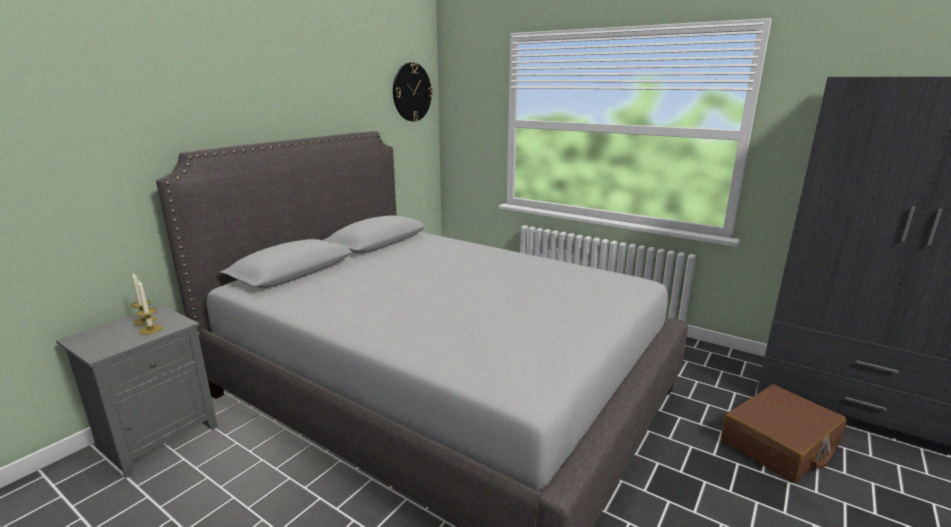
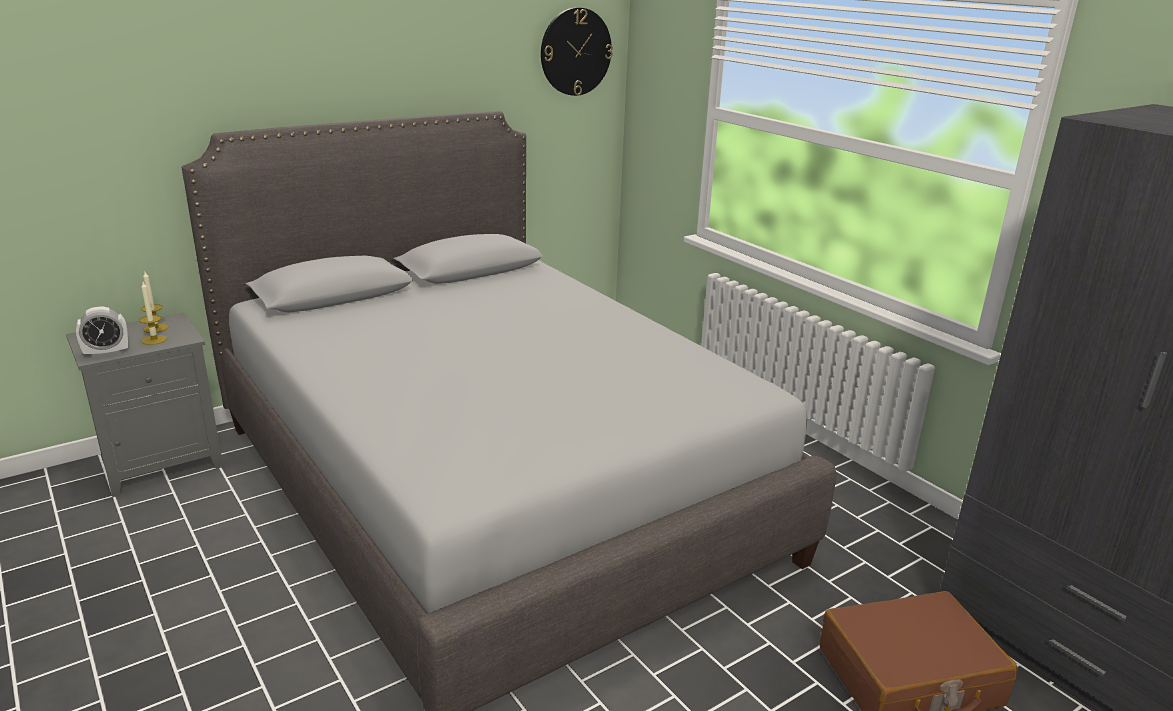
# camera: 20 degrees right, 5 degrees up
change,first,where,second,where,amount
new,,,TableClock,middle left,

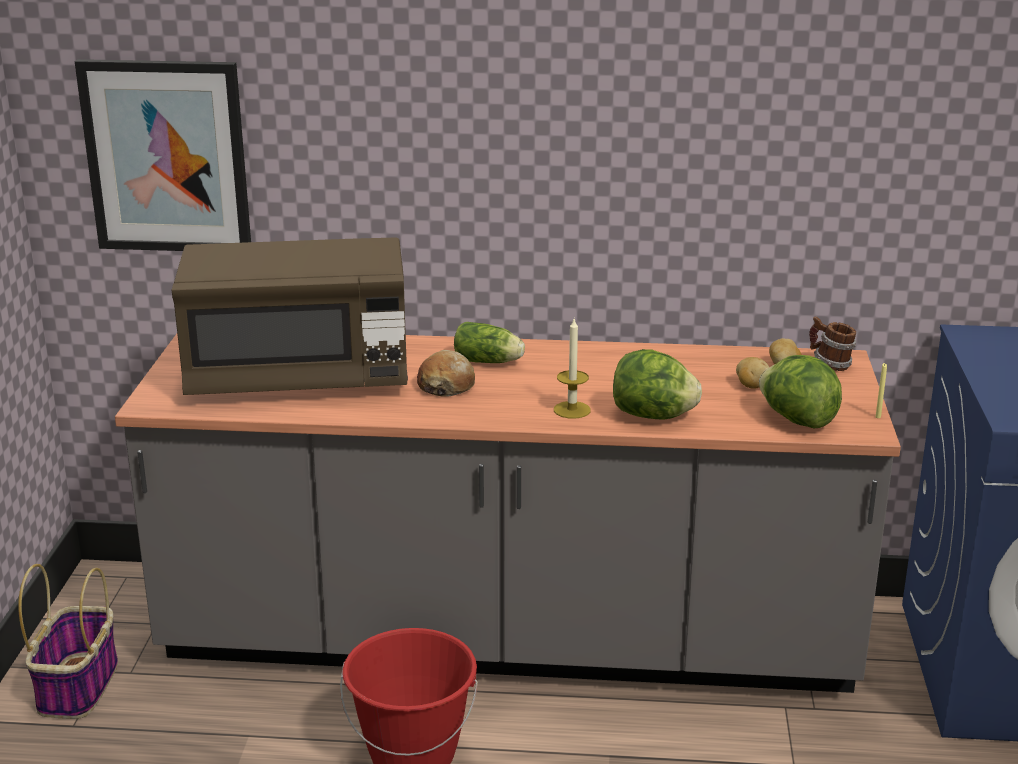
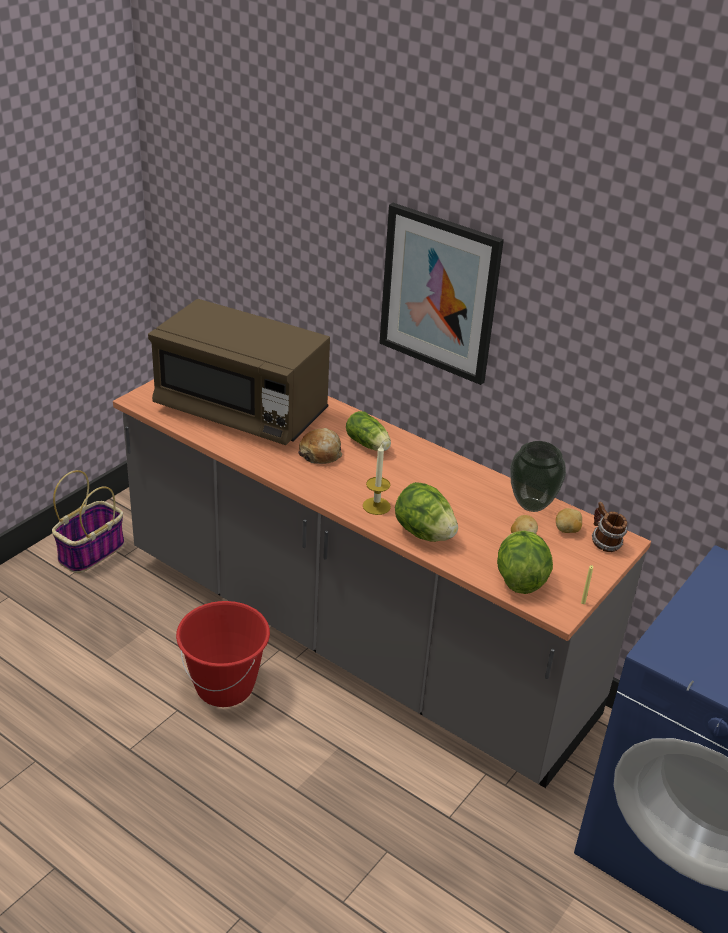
# camera: 30 degrees right, 10 degrees up
change,first,where,second,where,amount
shifted,WallArt,top left,,top centre,
new,,,Vase,middle right,

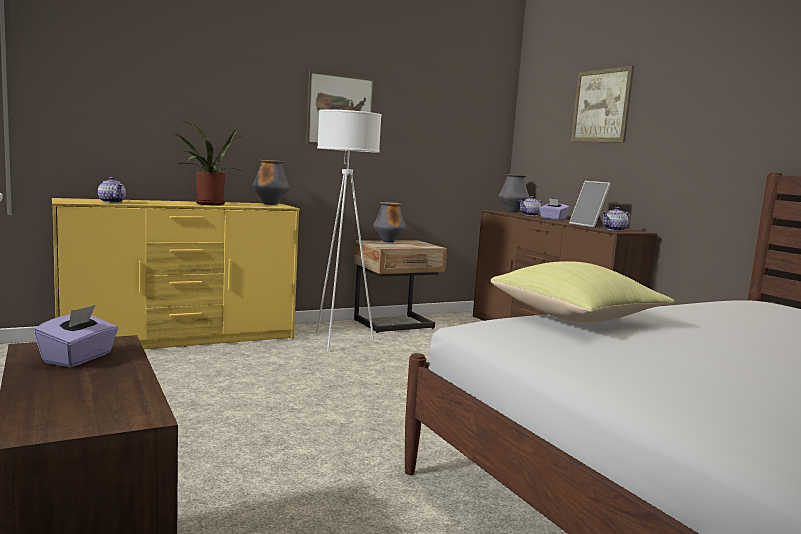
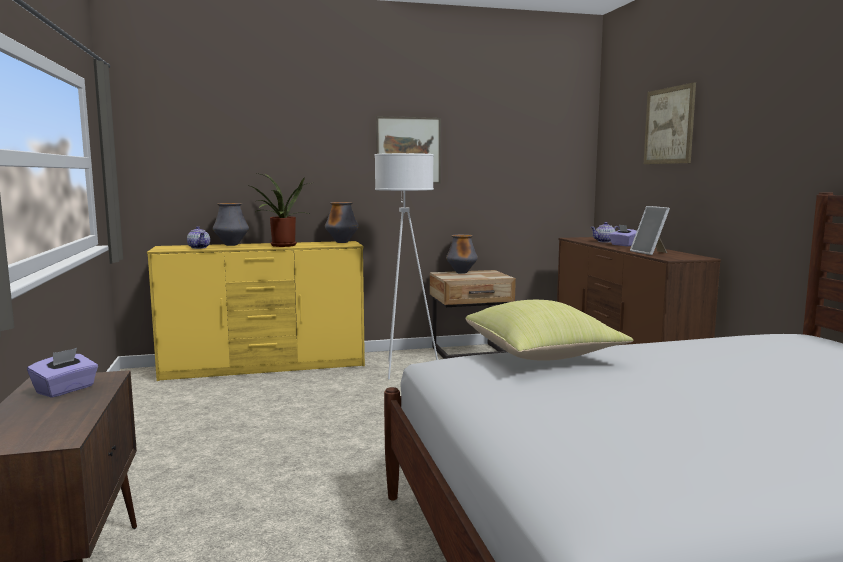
# camera: 15 degrees right, 0 degrees up
change,first,where,second,where,amount
shifted,Vase (no. 3 from left in the first image),centre,Vase (no. 1 from left),middle left,
gone,Teapot (no. 3 from left),middle right,,,

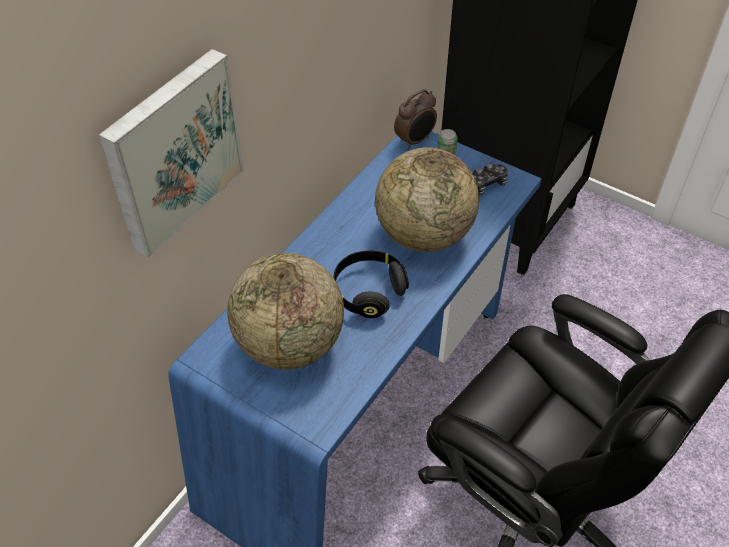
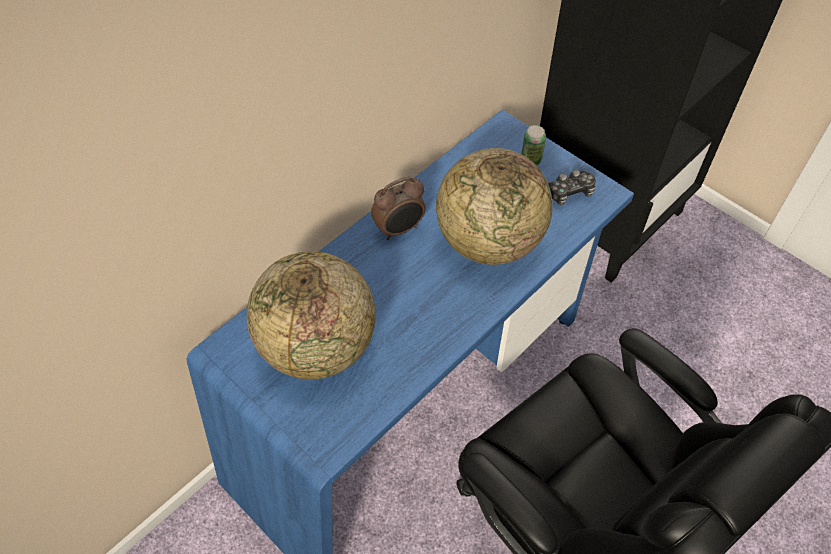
# camera: 10 degrees right, 5 degrees up
change,first,where,second,where,amount
gone,WallArt,top left,,,
shifted,TableClock,top centre,,centre,
gone,BlackishHeadphones,centre,,,

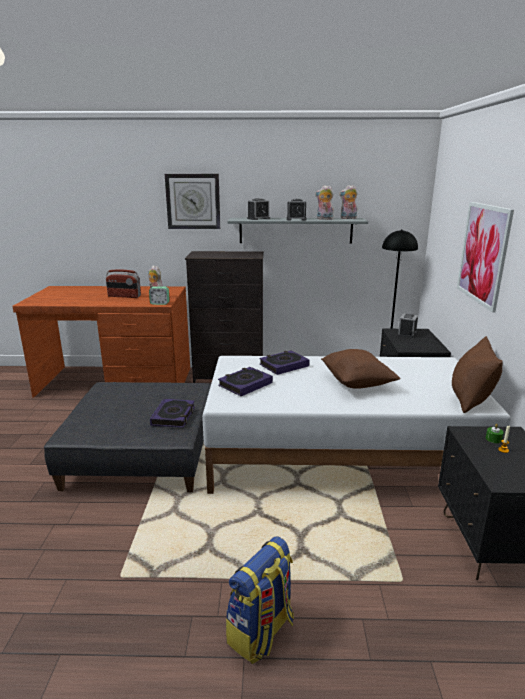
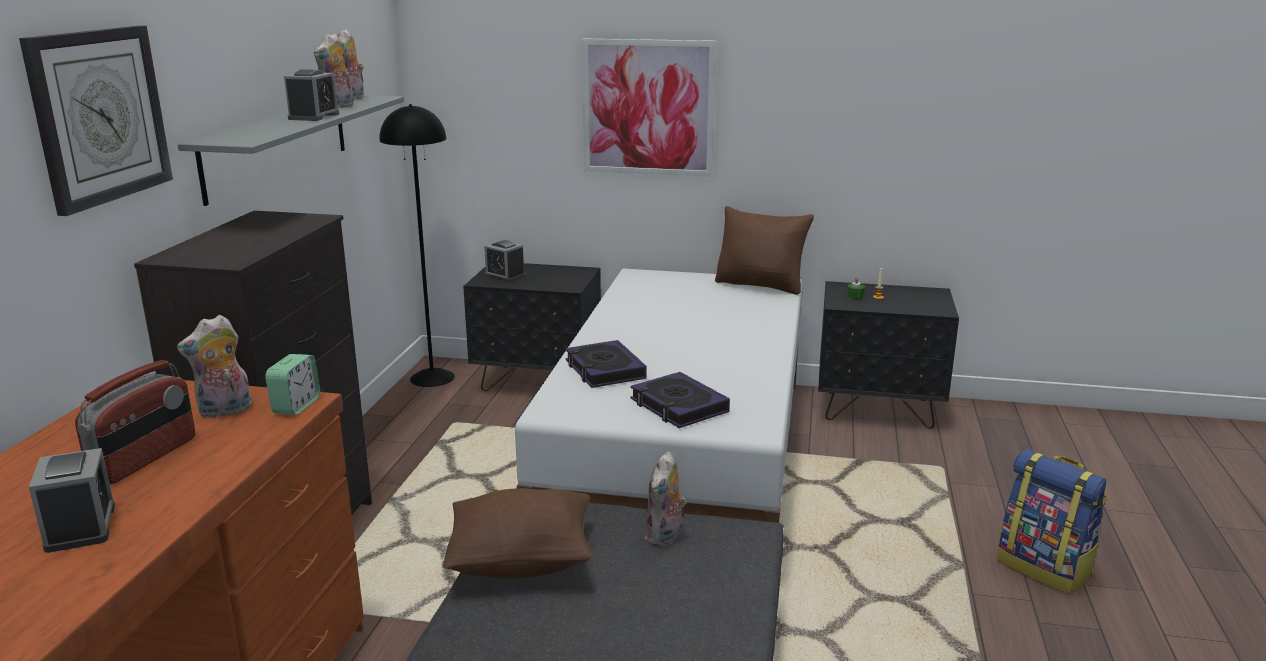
# camera: 80 degrees left, 0 degrees up
change,first,where,second,where,amount
shifted,TableClock (no. 2 from left in the first image),top centre,TableClock (no. 1 from left),bottom left,
shifted,BrownishPillow (no. 1 from left),middle right,,bottom centre,
swapped,Book (no. 1 from left),middle left,SoftToy (no. 4 from left),bottom centre,

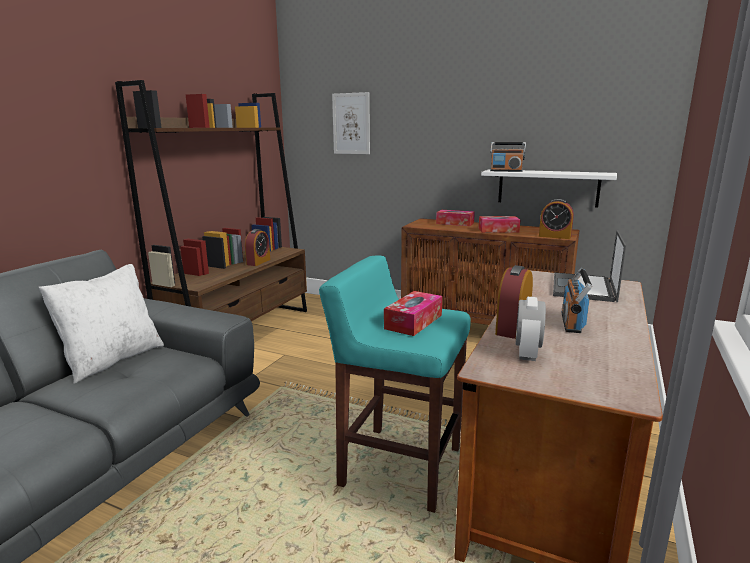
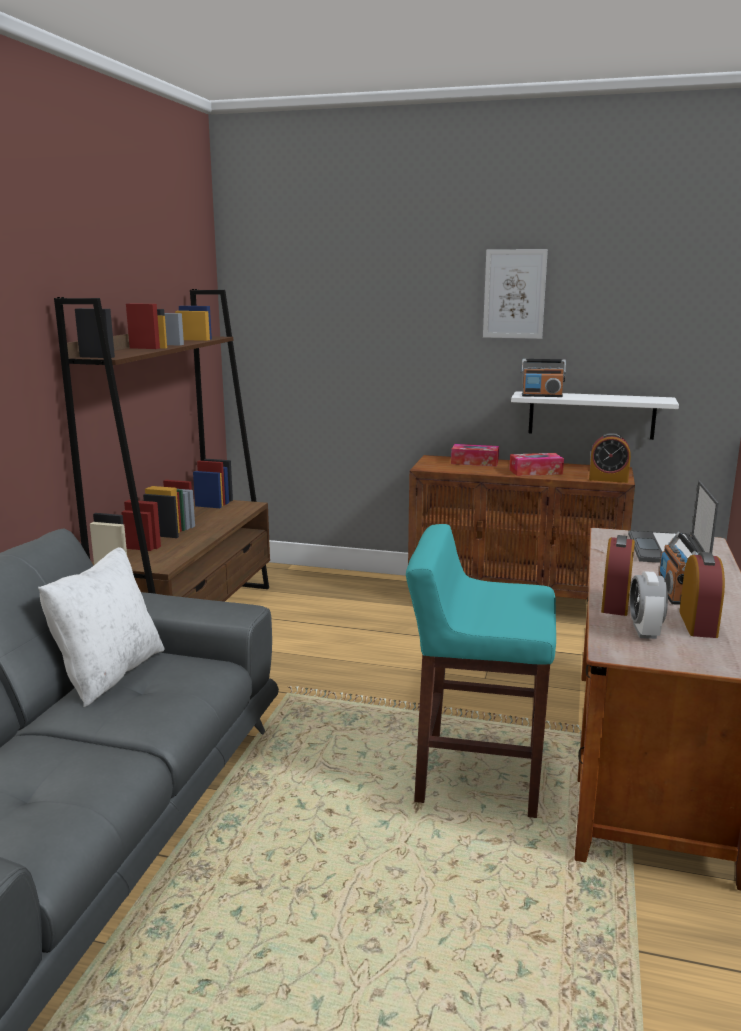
# camera: 10 degrees left, 0 degrees up
change,first,where,second,where,amount
shifted,WallArt,top centre,,top right,
shifted,TableClock (no. 1 from left in the first image),centre,TableClock (no. 4 from left),middle right,
gone,BoxOfTissues (no. 1 from left),centre,,,

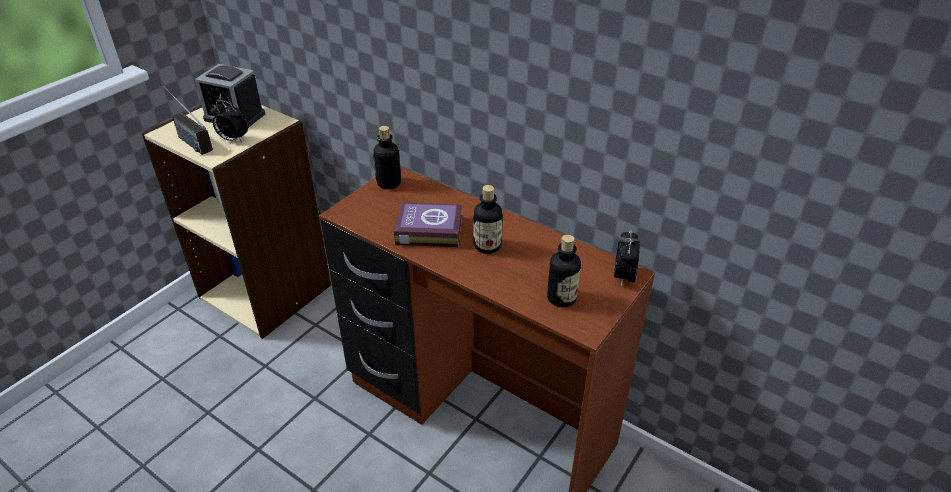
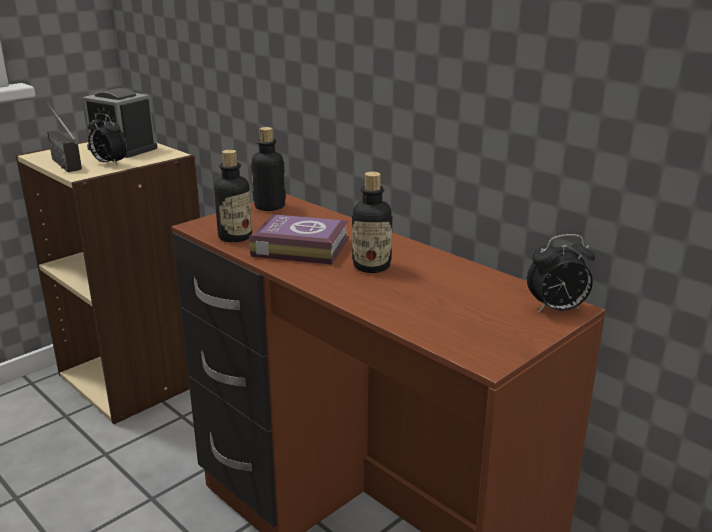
# camera: 10 degrees right, 15 degrees down
change,first,where,second,where,amount
rotated,TableClock (no. 3 from left),centre,,middle right,120 degrees counterclockwise
shifted,Bottle (no. 3 from left in the first image),centre,Bottle (no. 1 from left),middle left,

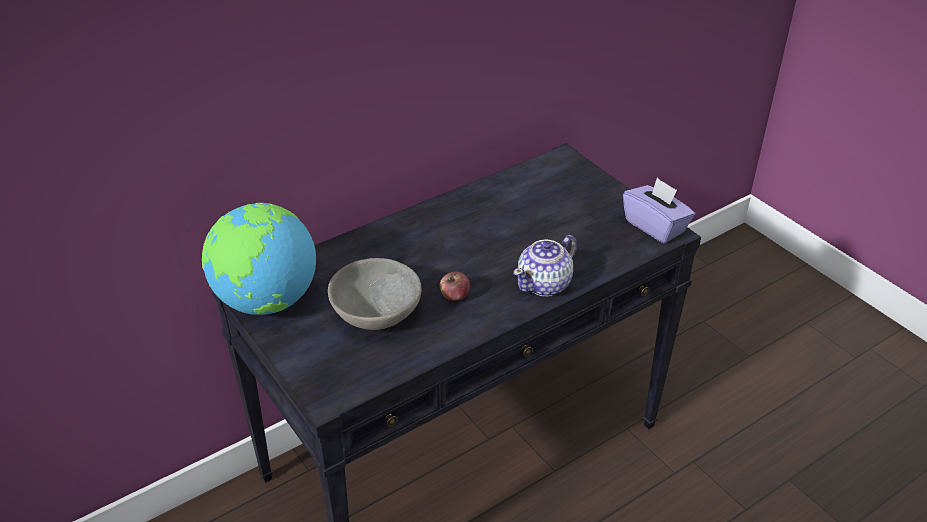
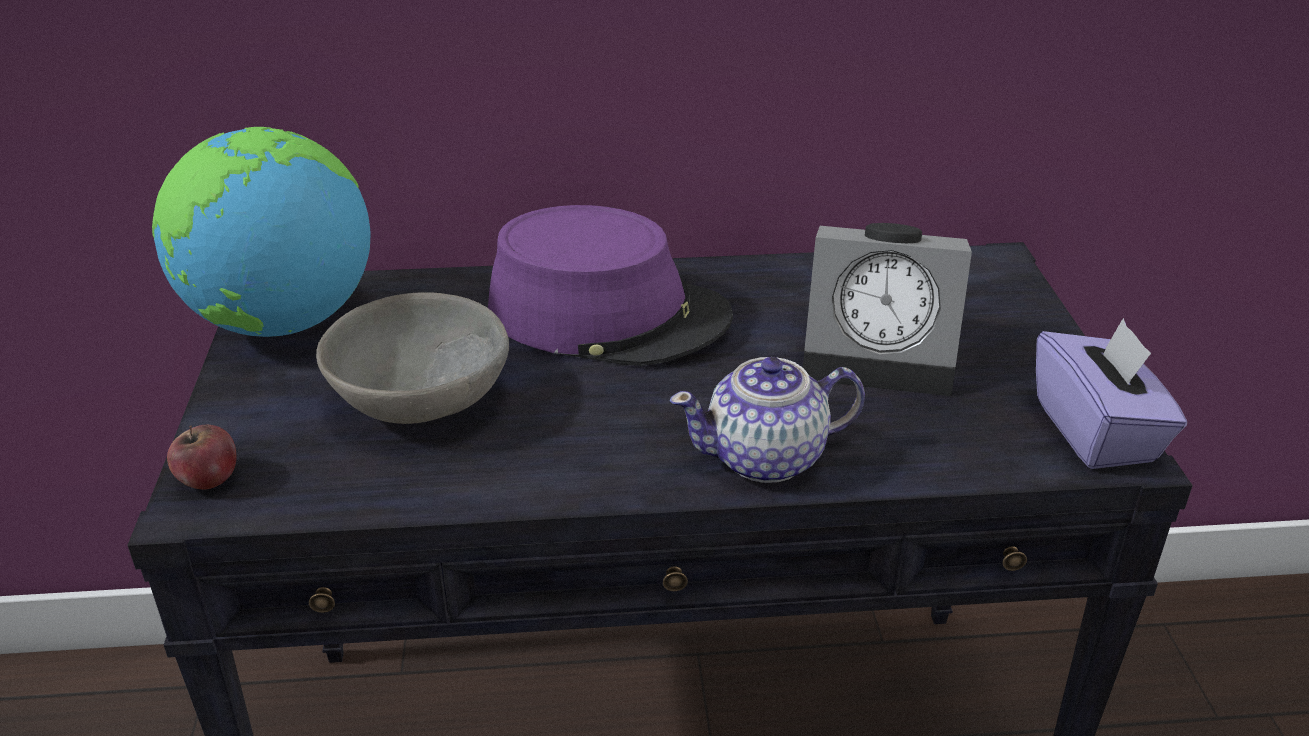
# camera: 30 degrees right, 5 degrees down
change,first,where,second,where,amount
shifted,AppleFruit,centre,,middle left,
new,,,PurplishClothingHat,centre,
new,,,TableClock,middle right,

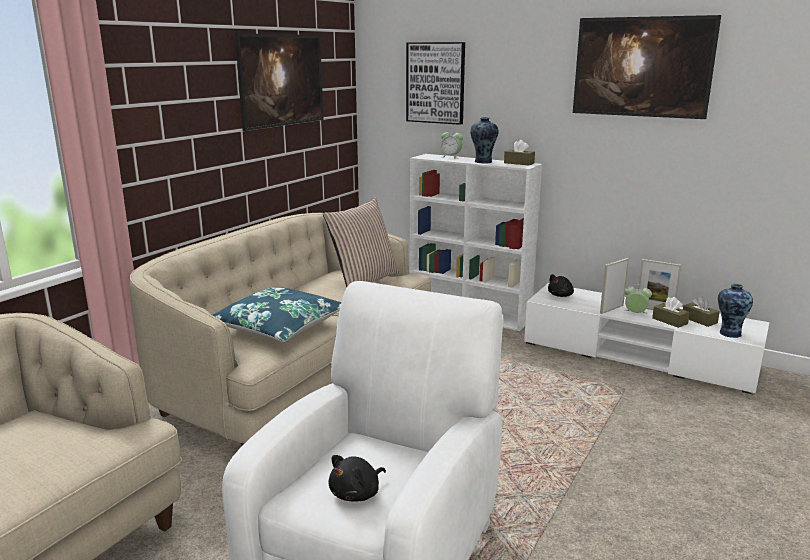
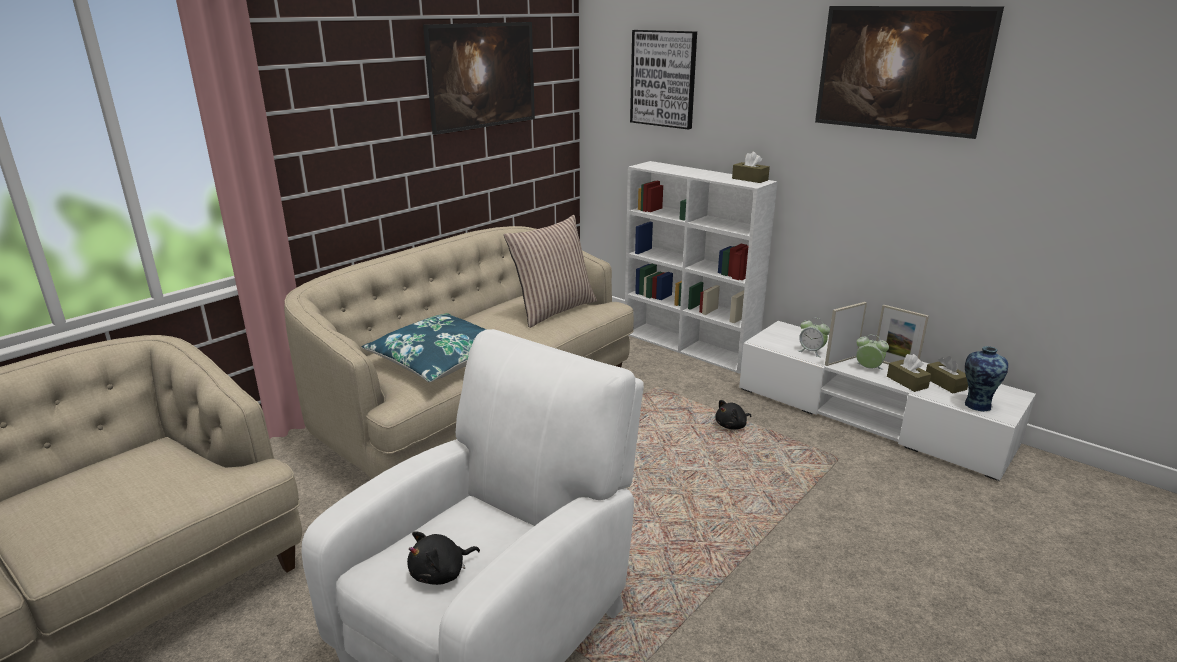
# camera: 10 degrees right, 5 degrees up
change,first,where,second,where,amount
gone,Vase (no. 1 from left),top centre,,,
shifted,TableClock (no. 1 from left),top centre,,middle right,
shifted,BlackishSoftToy (no. 2 from left),middle right,,centre,

